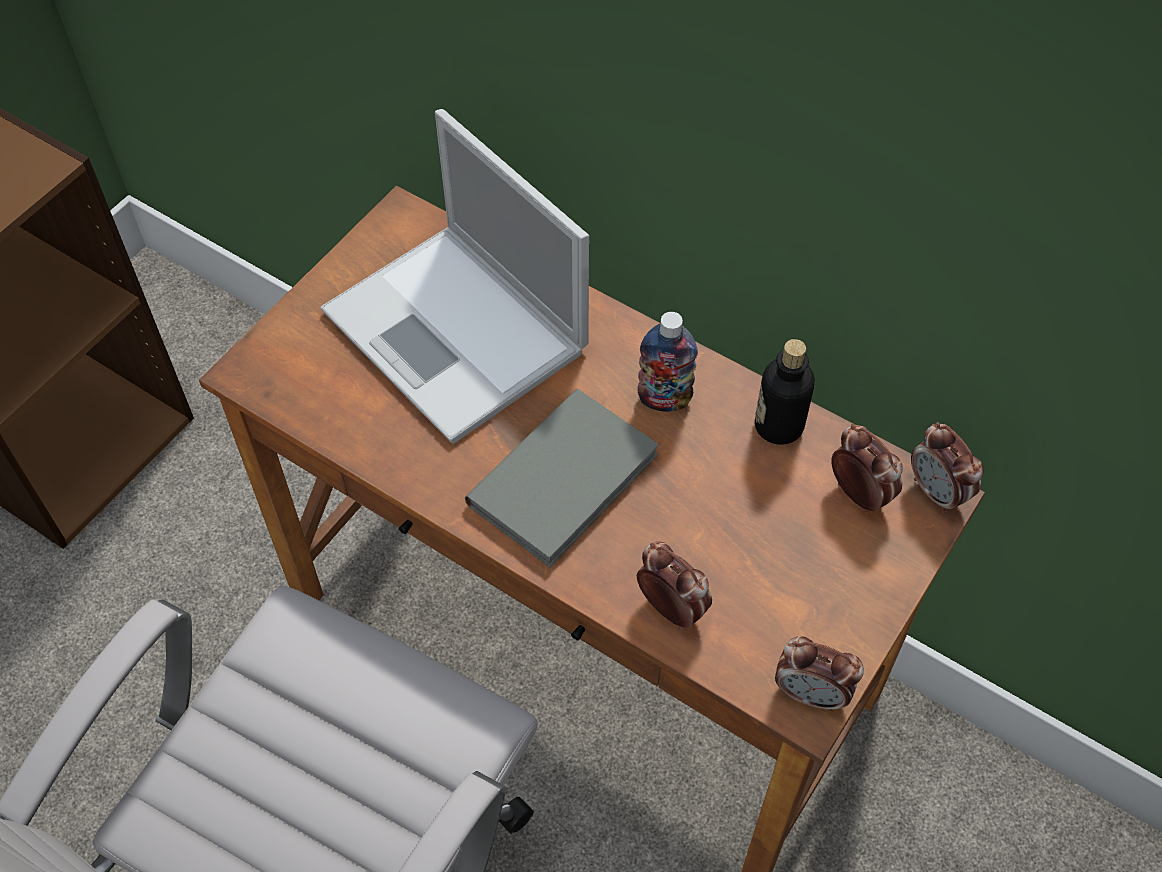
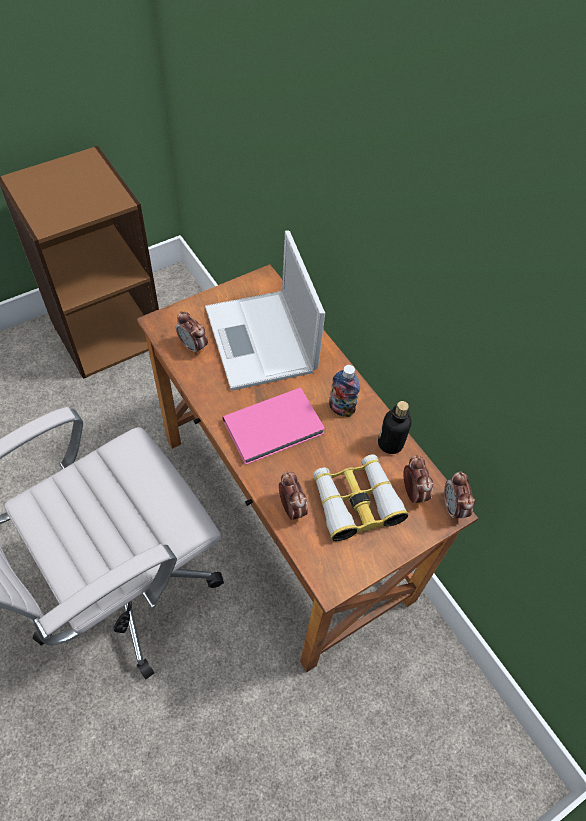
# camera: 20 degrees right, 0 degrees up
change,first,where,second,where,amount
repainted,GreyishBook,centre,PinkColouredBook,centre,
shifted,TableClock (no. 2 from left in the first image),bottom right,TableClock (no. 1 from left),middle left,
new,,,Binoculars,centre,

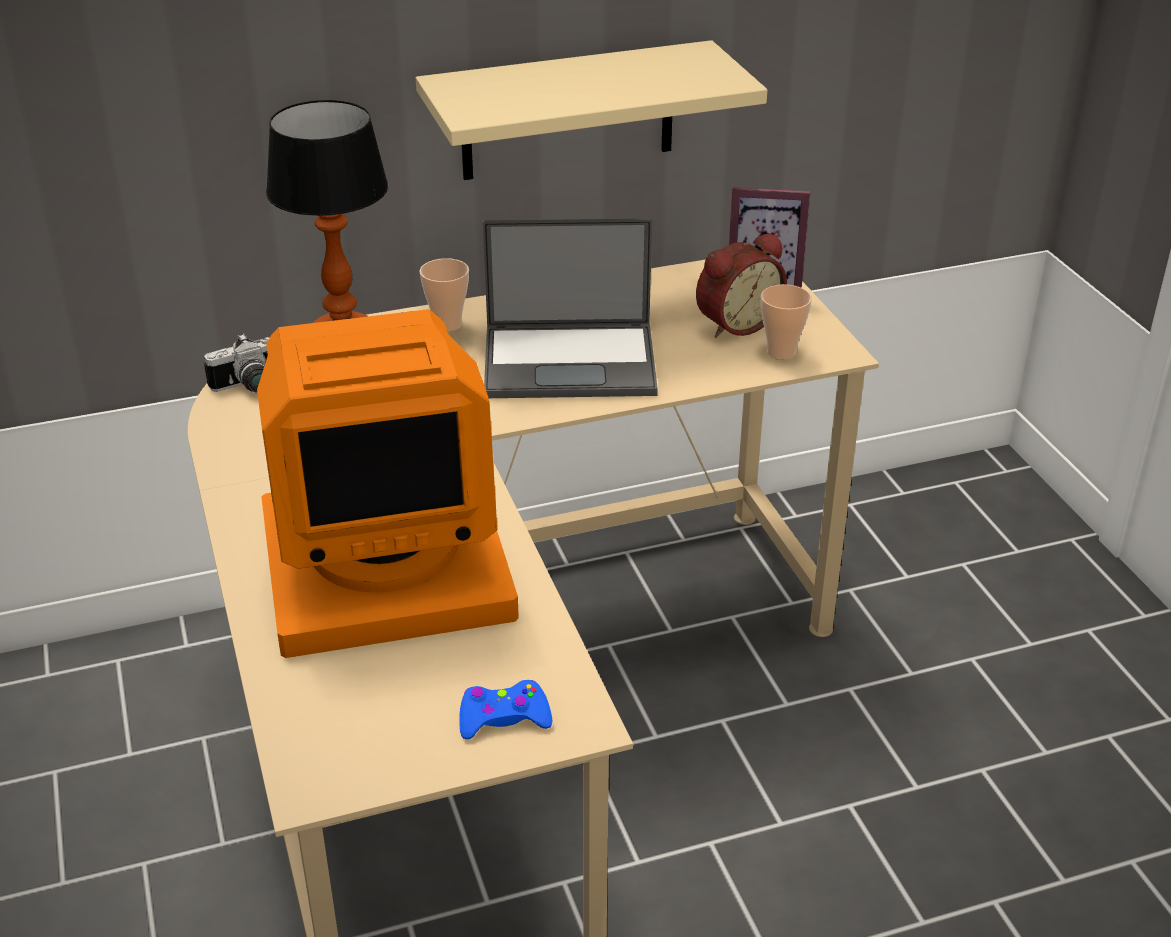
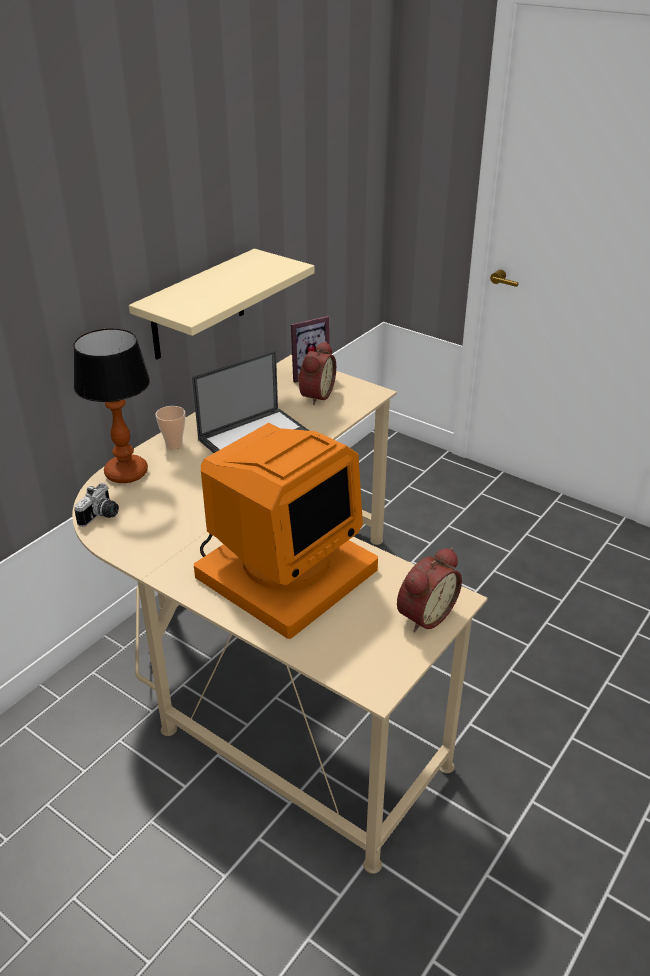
# camera: 35 degrees left, 0 degrees up
change,first,where,second,where,amount
gone,SmallCup (no. 2 from left),middle right,,,
swapped,BlueGamepad,bottom centre,TableClock (no. 2 from left),centre,

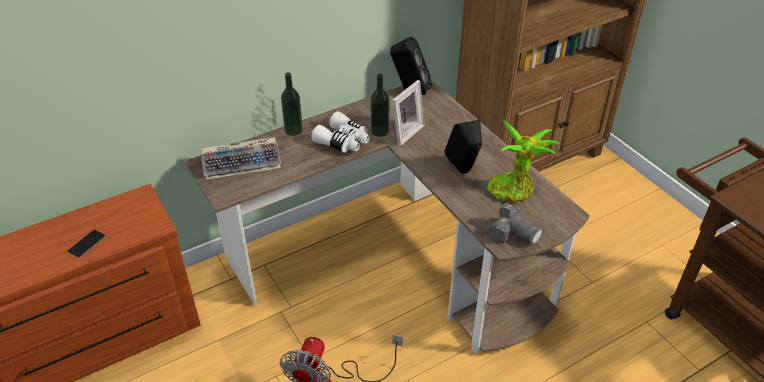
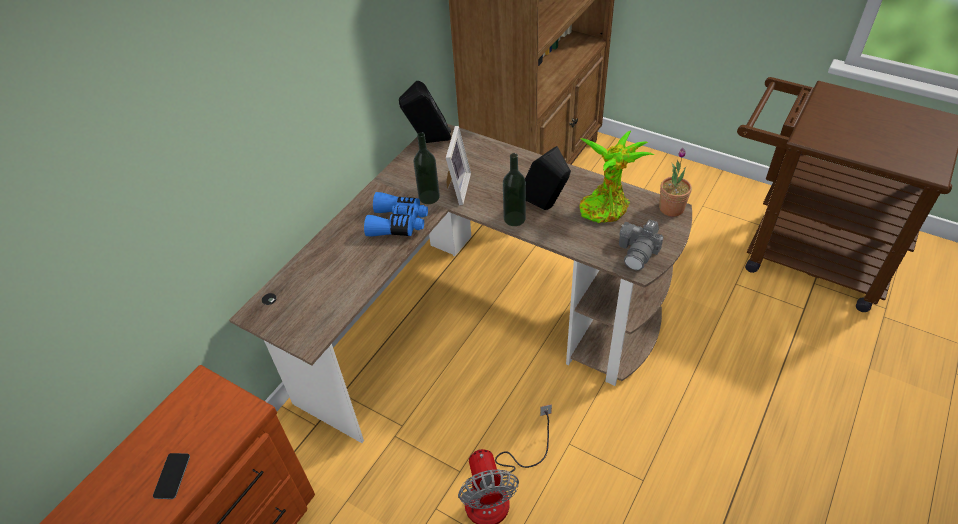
# camera: 25 degrees left, 5 degrees up
change,first,where,second,where,amount
shifted,Bottle (no. 1 from left in the first image),top centre,Bottle (no. 2 from left),centre,
repainted,WhitishBinoculars,centre,BlueBinoculars,centre,
gone,ComputerKeyboard,middle left,,,
rotated,PhotoCamera,middle right,,middle right,105 degrees clockwise
new,,,PlantInAPot (no. 2 from left),middle right,

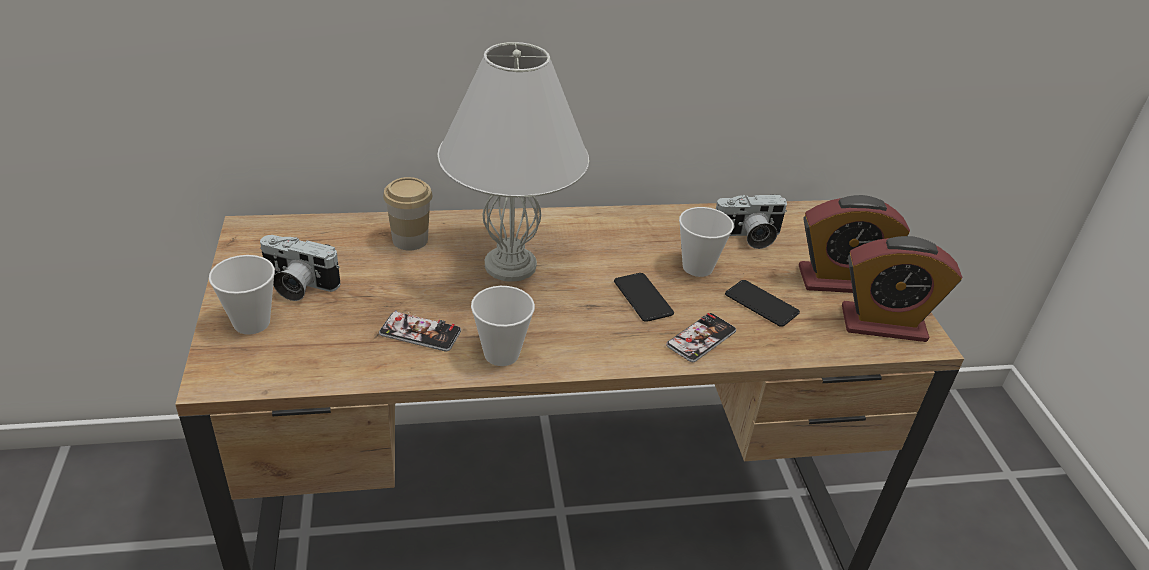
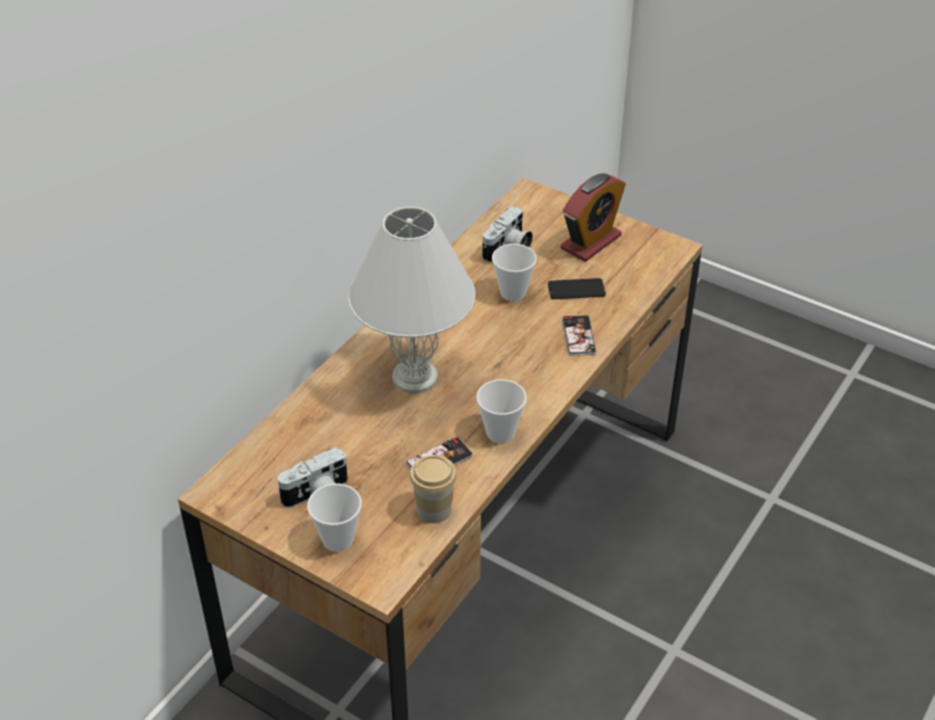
# camera: 45 degrees left, 5 degrees up
change,first,where,second,where,amount
shifted,SmallCup (no. 2 from left),centre,,bottom centre,
gone,TableClock (no. 2 from left),middle right,,,
gone,Phone (no. 2 from left),centre,,,

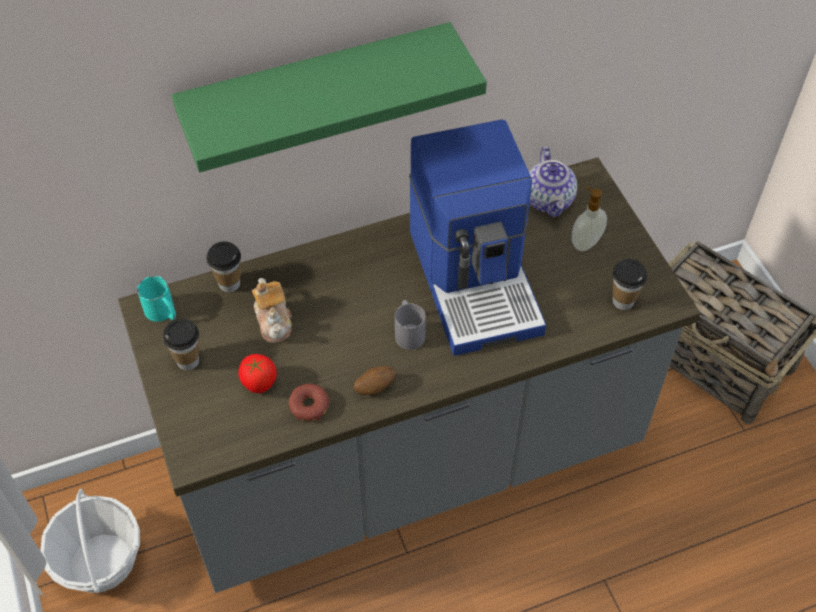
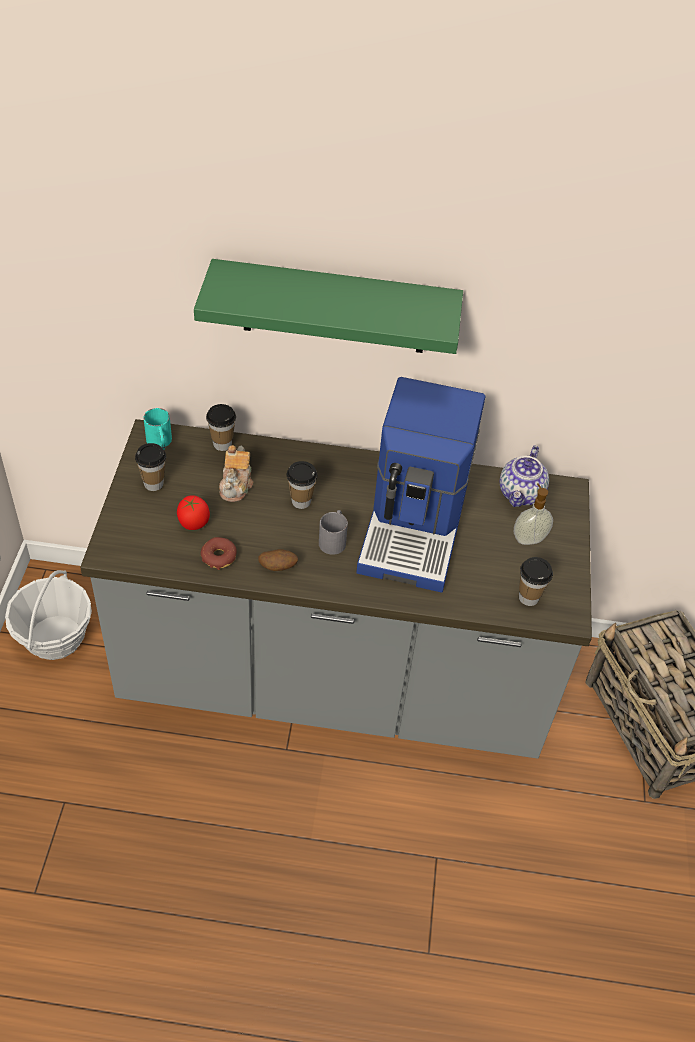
# camera: 25 degrees right, 5 degrees down
change,first,where,second,where,amount
new,,,SmallCup (no. 3 from left),centre,

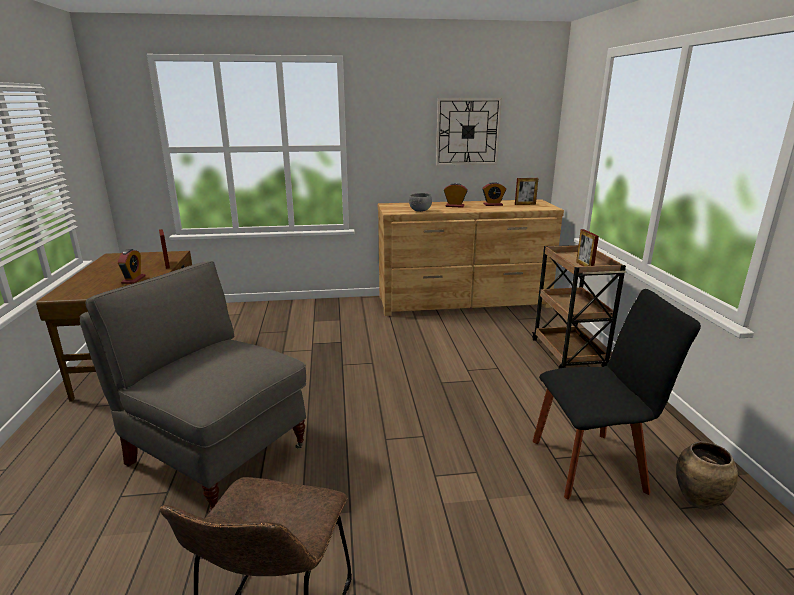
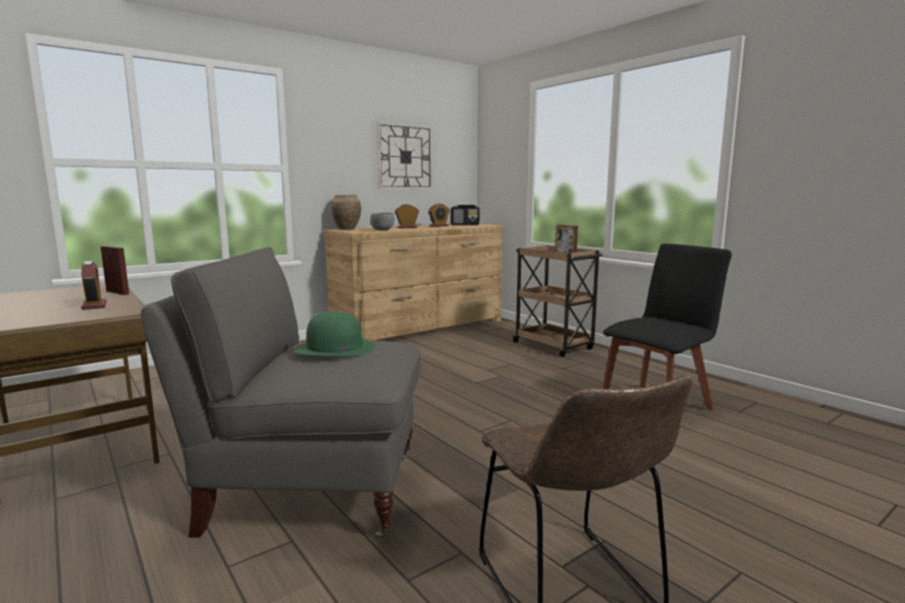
# camera: 30 degrees left, 10 degrees down
change,first,where,second,where,amount
swapped,StandingFrame (no. 2 from left),top centre,RadioReceiver,centre,
shifted,BrownishVase,bottom right,,centre,
new,,,GreenishClothingHat,centre,

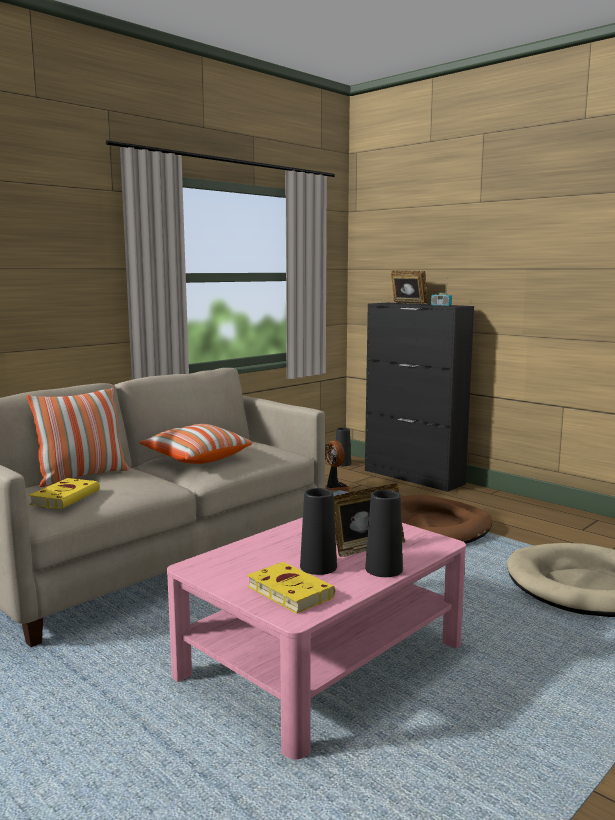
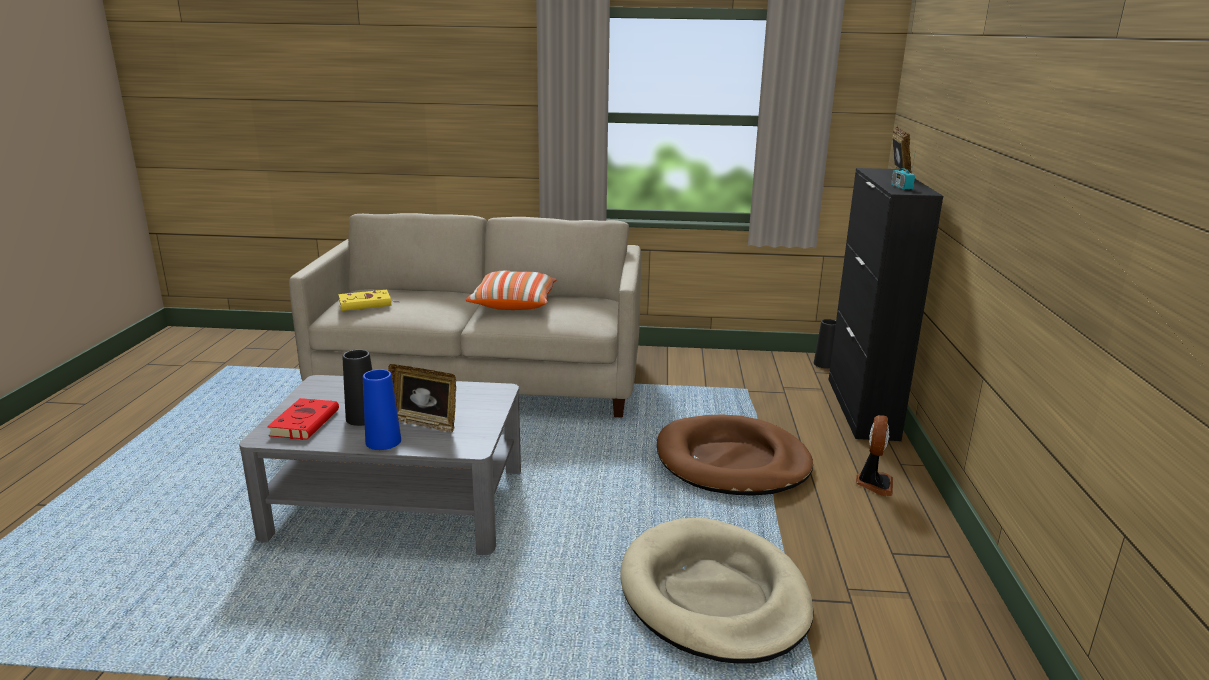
# camera: 50 degrees right, 10 degrees up
change,first,where,second,where,amount
gone,Pillow (no. 1 from left),middle left,,,
shifted,CoolingFan,centre,,bottom right,
repainted,BlackishVase (no. 3 from left),centre,BlueVase,middle left,
repainted,PinkColouredLowTable,bottom centre,GreyishLowTable,bottom left,
repainted,YellowColouredBook (no. 2 from left),bottom centre,RedBook,middle left,

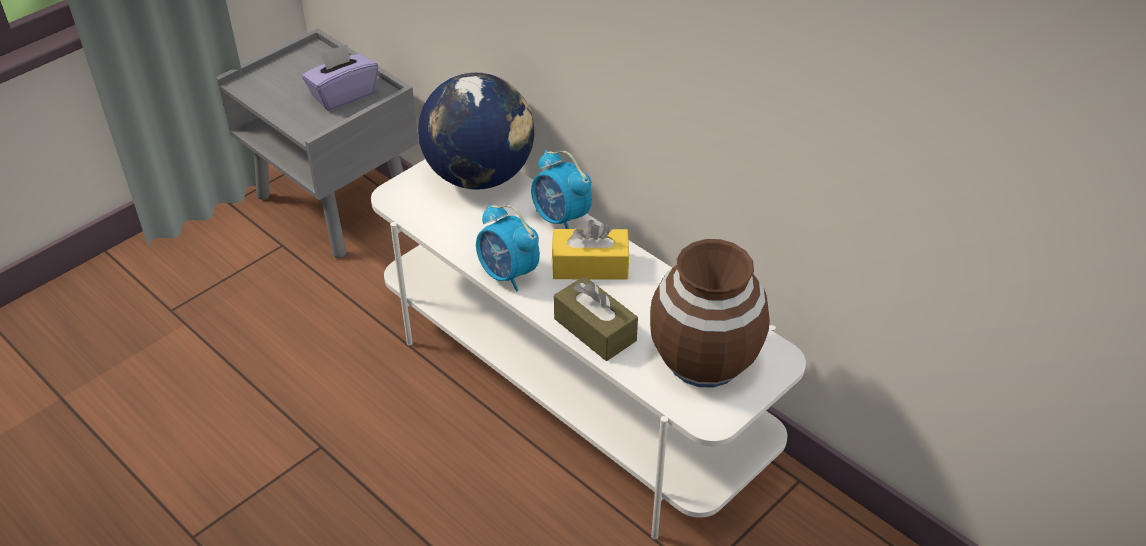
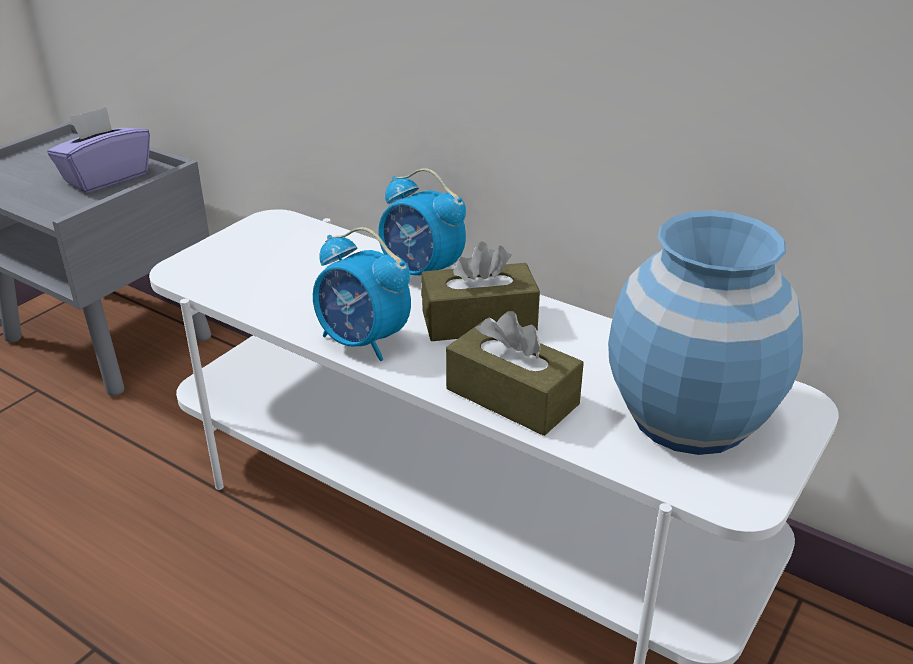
# camera: 10 degrees left, 10 degrees down
change,first,where,second,where,amount
gone,WorldGlobe,top centre,,,
repainted,YellowColouredBoxOfTissues,centre,BrownishBoxOfTissues (no. 1 from left),centre,
repainted,BrownishVase,centre,BlueVase,middle right,

